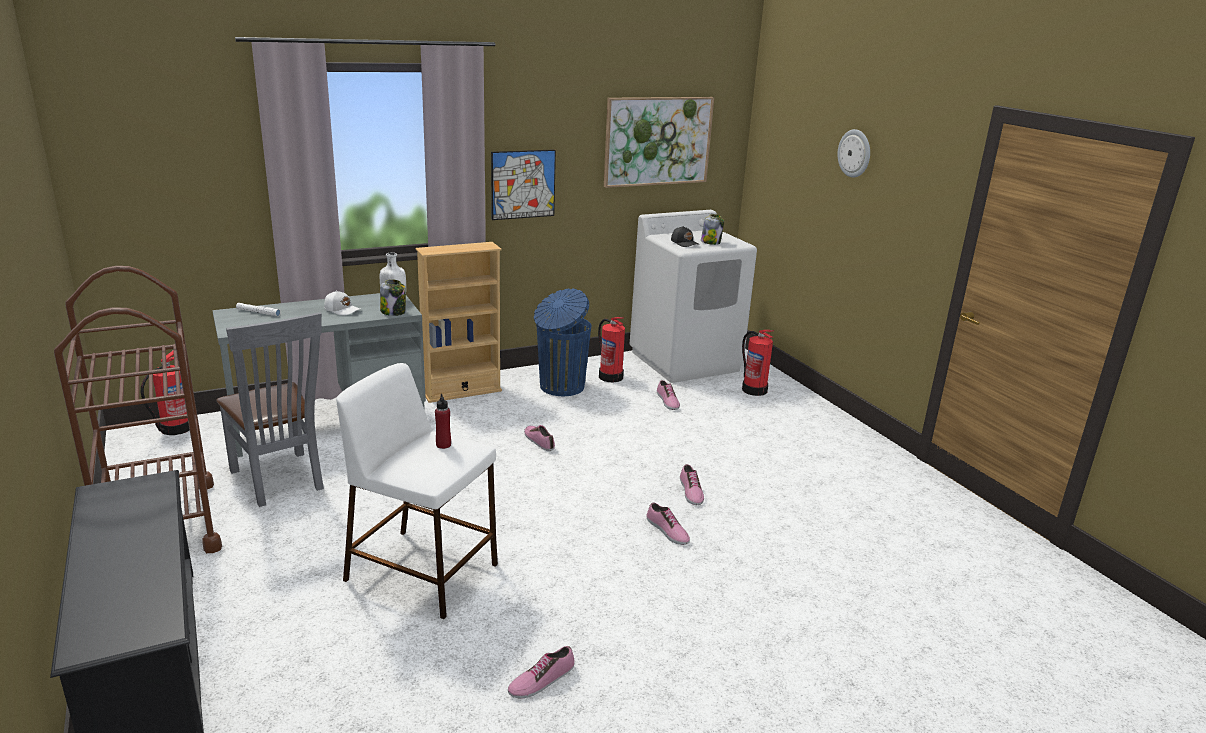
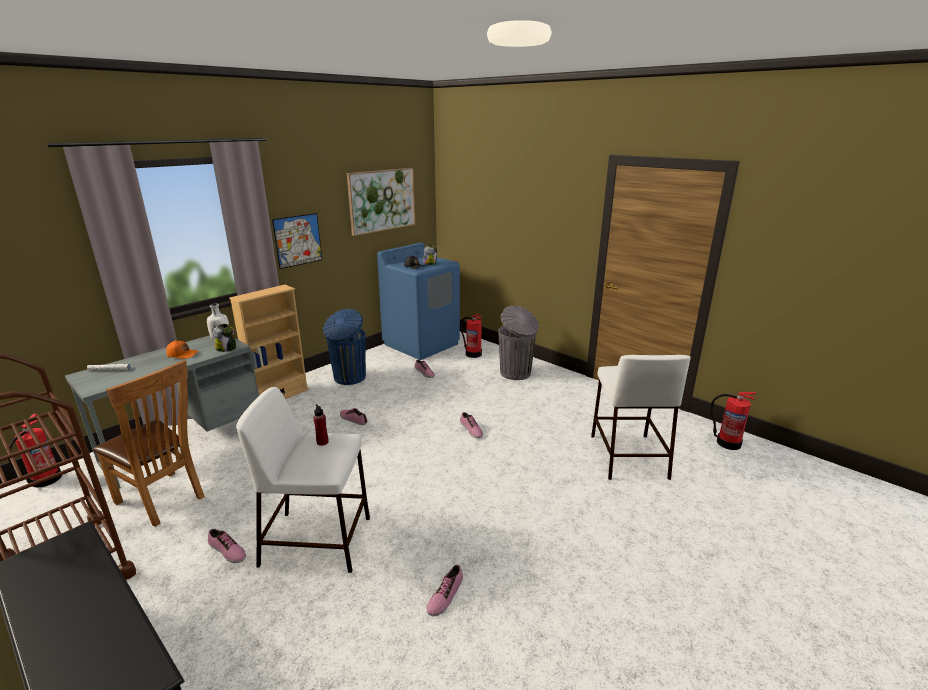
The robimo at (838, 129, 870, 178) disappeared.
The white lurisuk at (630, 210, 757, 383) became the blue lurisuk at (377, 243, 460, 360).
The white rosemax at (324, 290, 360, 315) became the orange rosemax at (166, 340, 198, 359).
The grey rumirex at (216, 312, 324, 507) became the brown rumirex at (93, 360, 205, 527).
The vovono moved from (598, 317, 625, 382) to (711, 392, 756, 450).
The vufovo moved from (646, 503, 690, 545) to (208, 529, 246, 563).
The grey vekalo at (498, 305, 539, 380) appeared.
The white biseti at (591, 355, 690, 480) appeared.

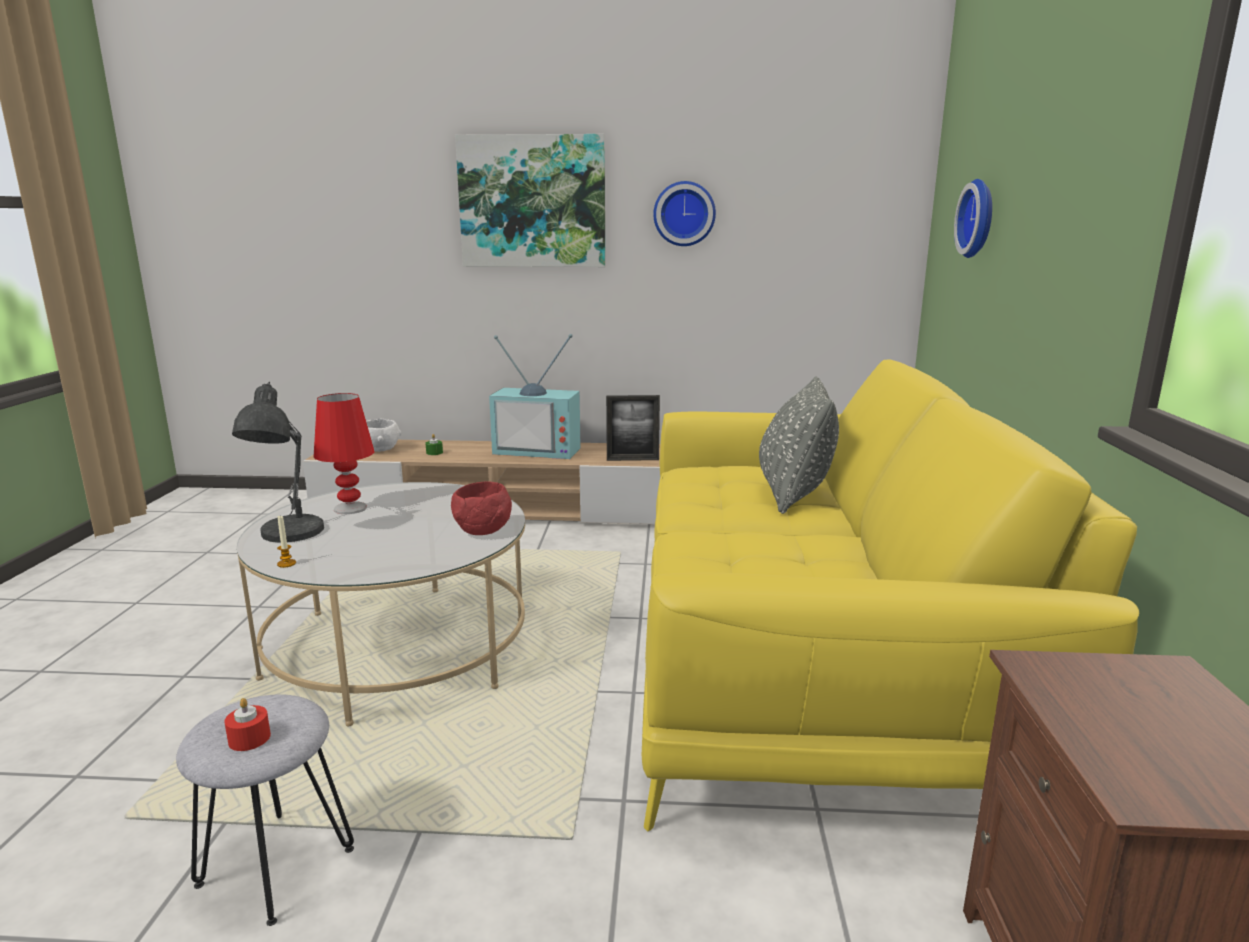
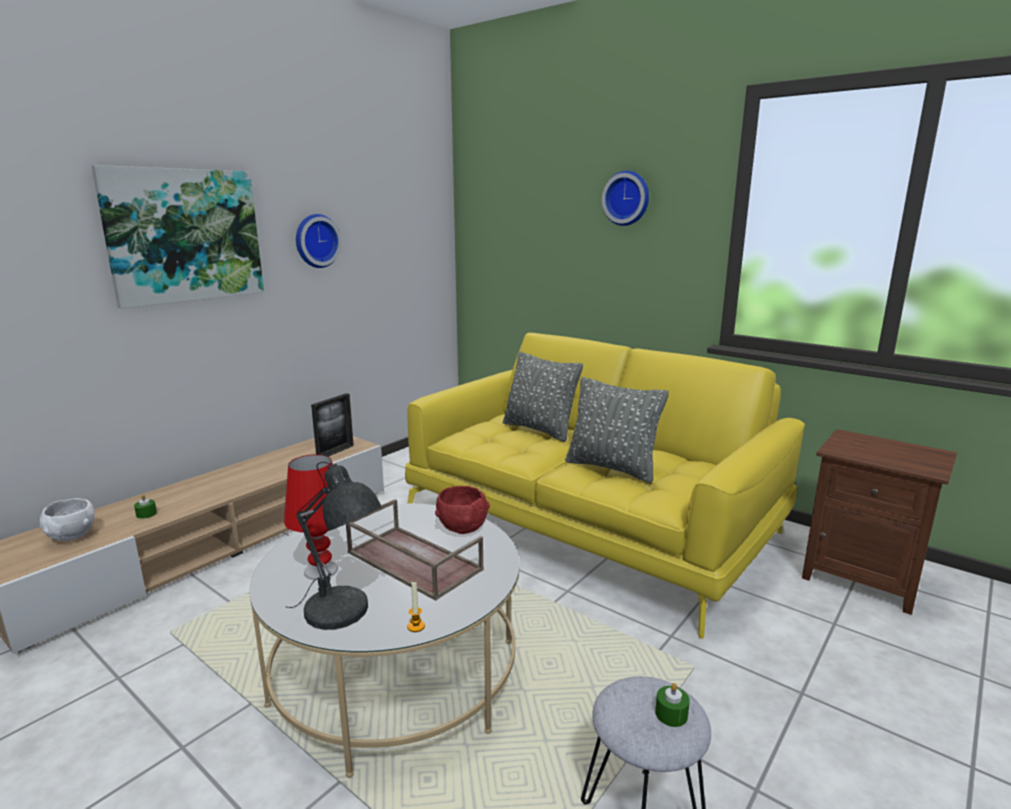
The robimo moved from (954, 179, 992, 258) to (602, 171, 649, 226).
The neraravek at (489, 334, 581, 459) disappeared.
The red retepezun at (224, 698, 271, 751) became the green retepezun at (655, 683, 690, 727).
The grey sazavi at (565, 377, 669, 483) appeared.
The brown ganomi at (346, 499, 484, 601) appeared.

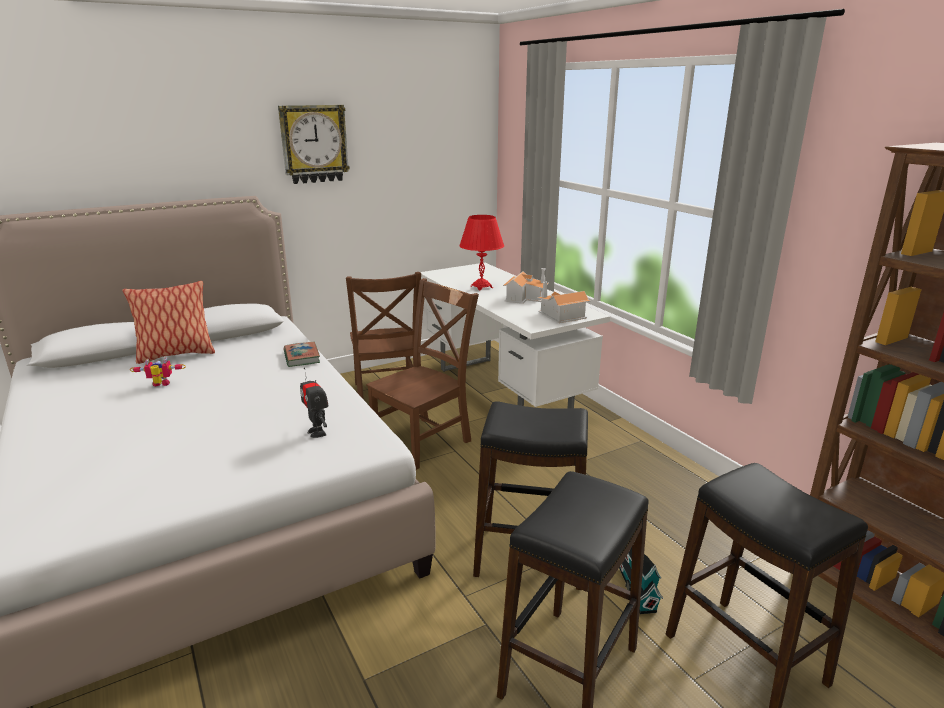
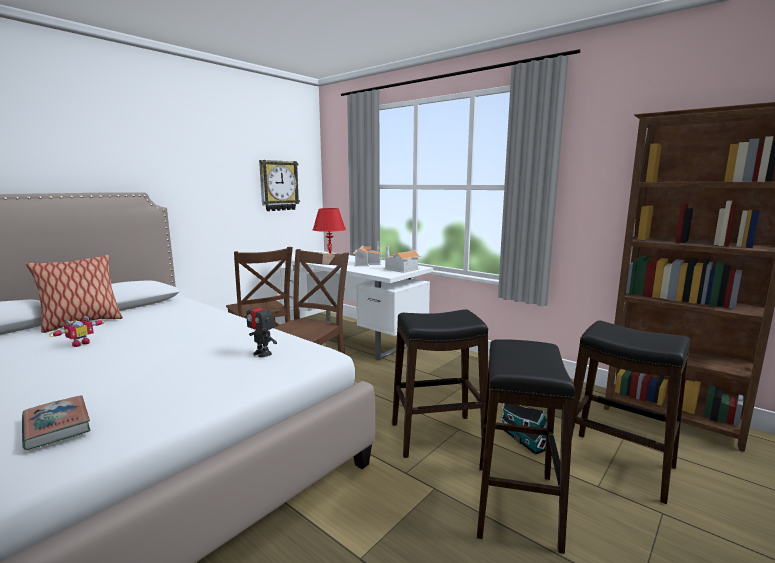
The robimo moved from (278, 105, 350, 184) to (259, 160, 300, 211).
The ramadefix moved from (284, 342, 320, 367) to (22, 395, 90, 451).
The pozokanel at (130, 357, 186, 386) turned 150 degrees clockwise.

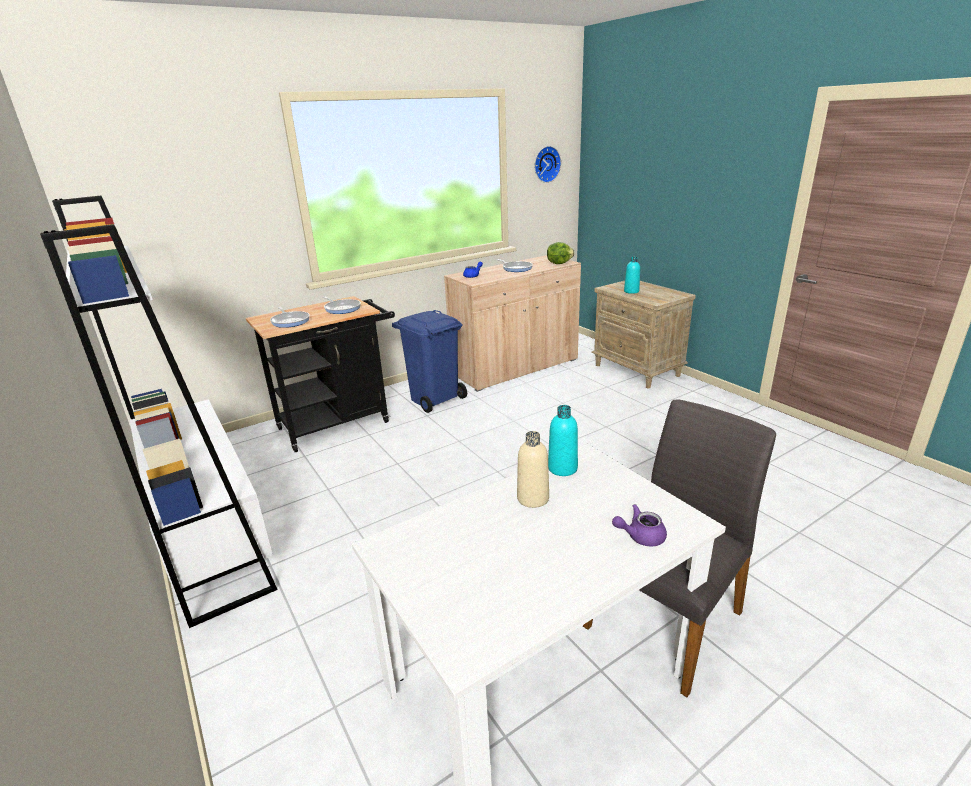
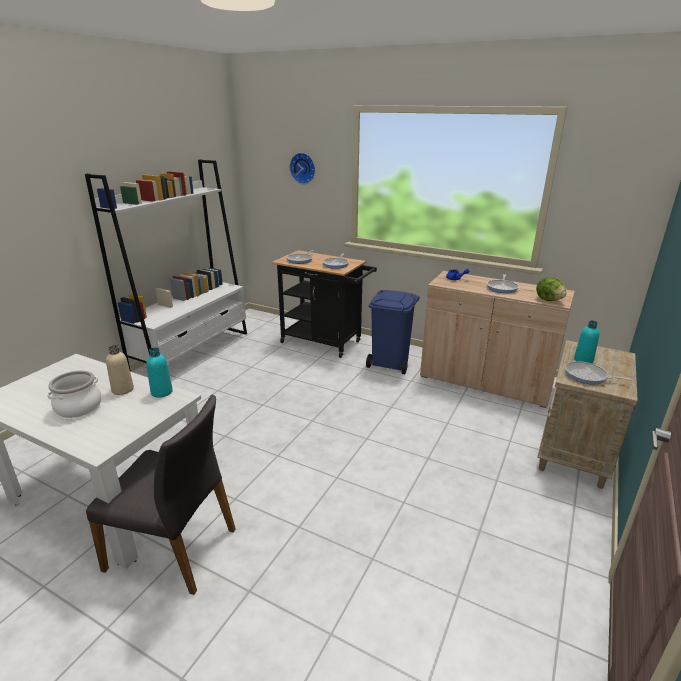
The robimo moved from (534, 146, 561, 183) to (290, 153, 315, 184).
The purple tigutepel at (612, 504, 667, 547) disappeared.
The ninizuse at (565, 361, 632, 384) appeared.
The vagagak at (47, 370, 102, 418) appeared.

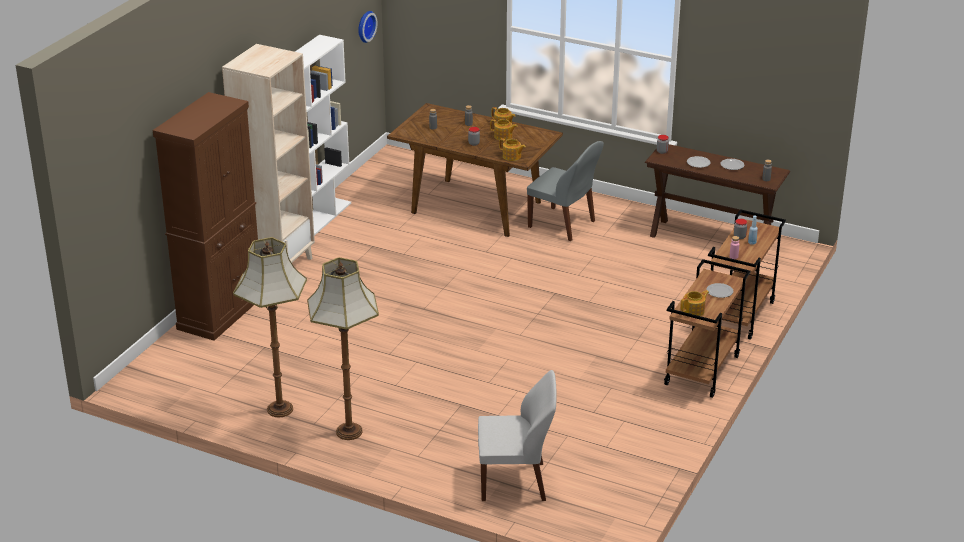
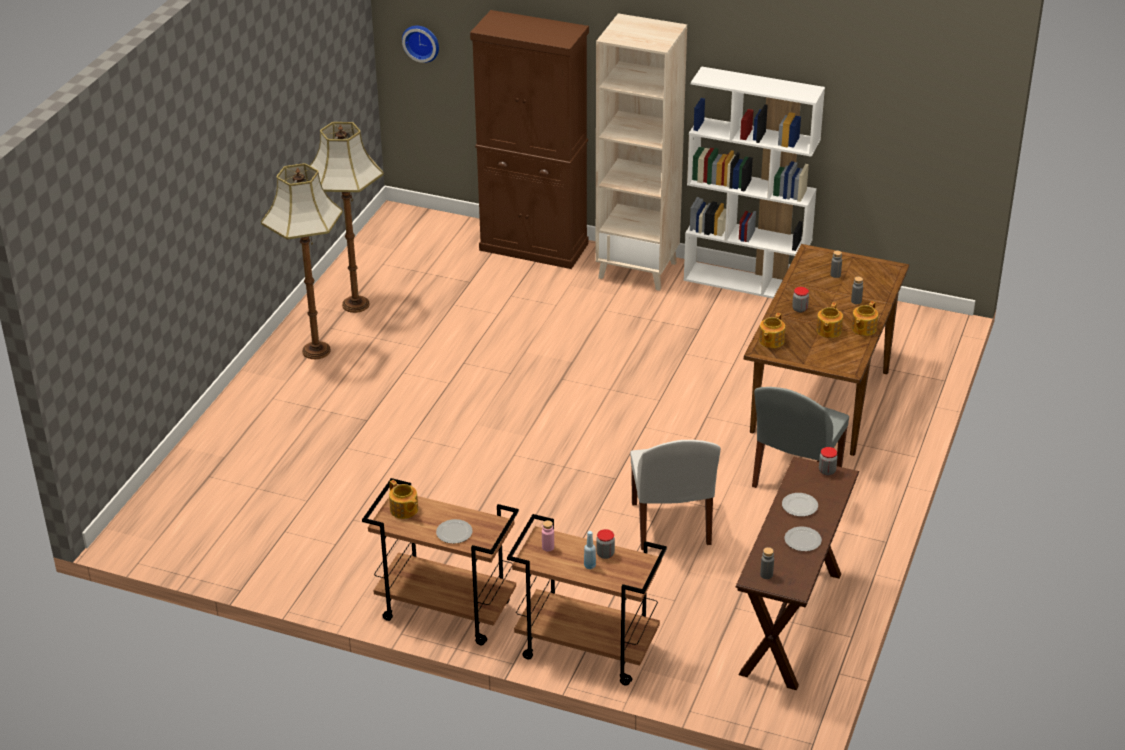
The robimo moved from (358, 11, 378, 43) to (402, 25, 439, 63).
The white rumirex moved from (478, 370, 557, 501) to (630, 440, 721, 550).

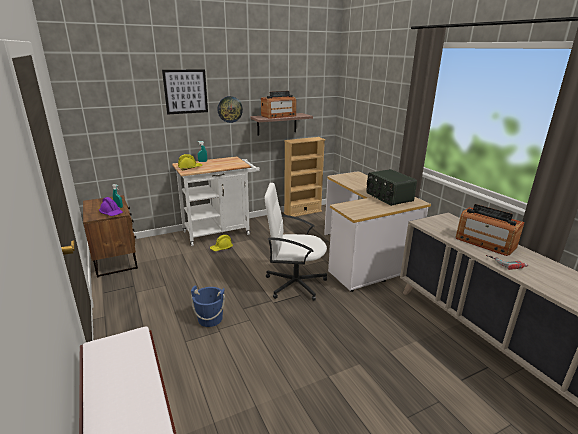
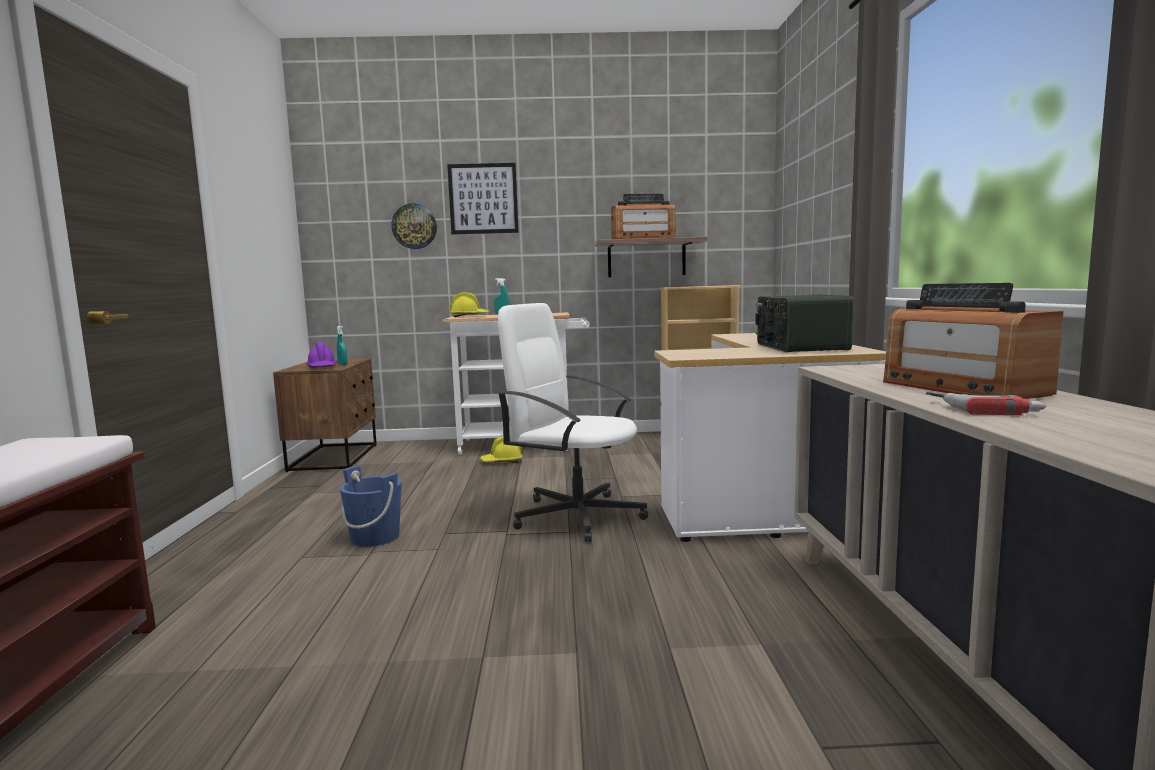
The robimo moved from (218, 96, 243, 123) to (391, 203, 437, 249).

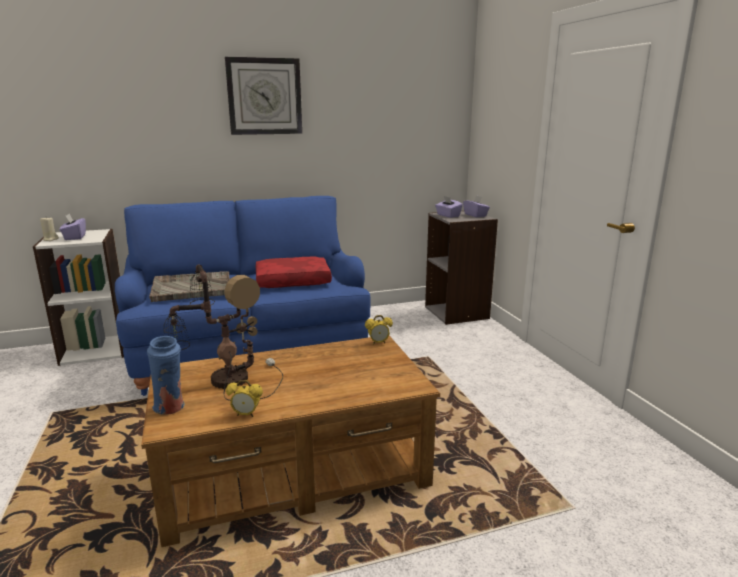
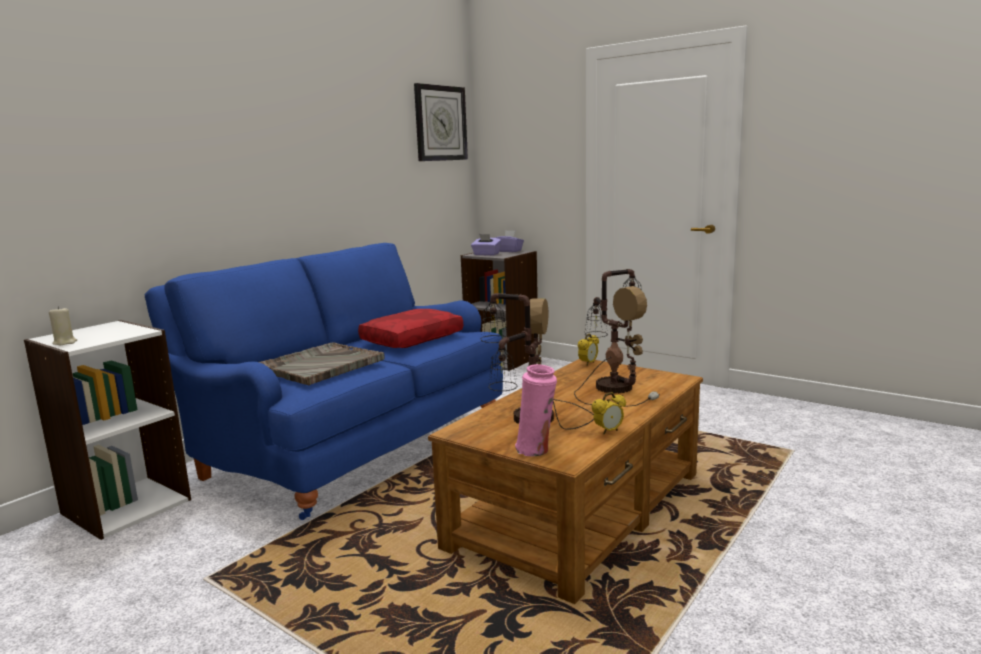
The robimo moved from (225, 57, 302, 135) to (414, 83, 468, 161).
The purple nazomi at (60, 214, 86, 240) disappeared.
The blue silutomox at (147, 336, 185, 415) became the pink silutomox at (515, 364, 557, 456).
The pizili at (574, 269, 660, 407) appeared.

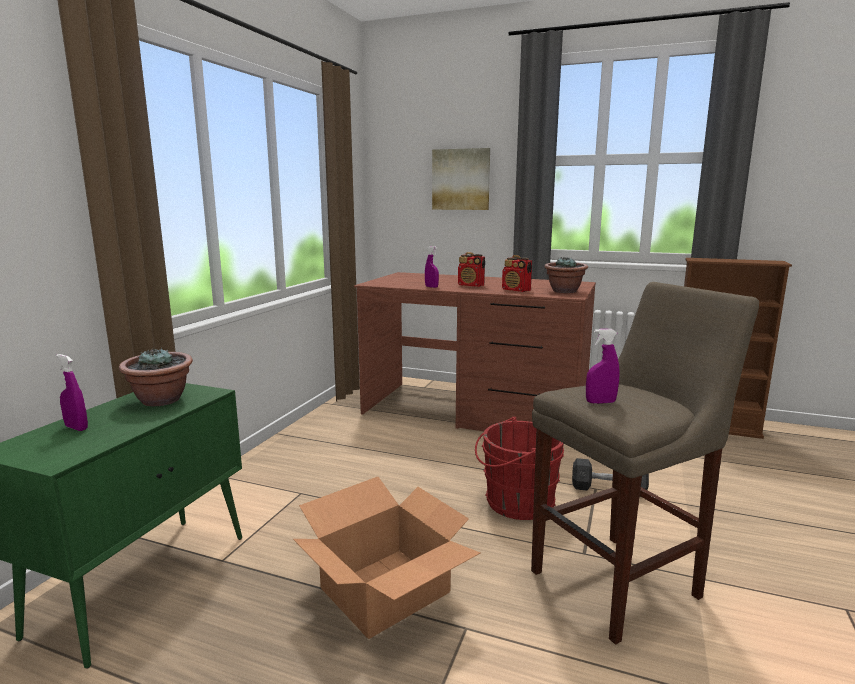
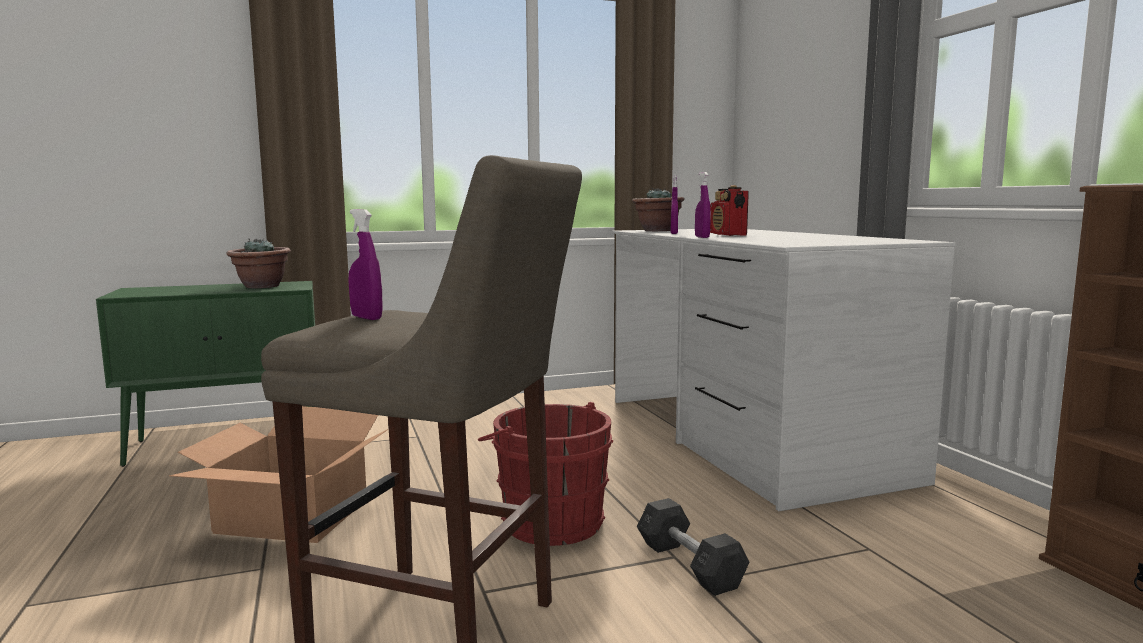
The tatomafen at (432, 148, 490, 210) disappeared.
The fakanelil at (502, 255, 532, 292) disappeared.
The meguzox moved from (544, 257, 588, 293) to (632, 188, 684, 231).
The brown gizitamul at (354, 272, 596, 431) became the white gizitamul at (612, 229, 955, 511).
The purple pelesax moved from (56, 354, 88, 431) to (695, 172, 711, 238).

